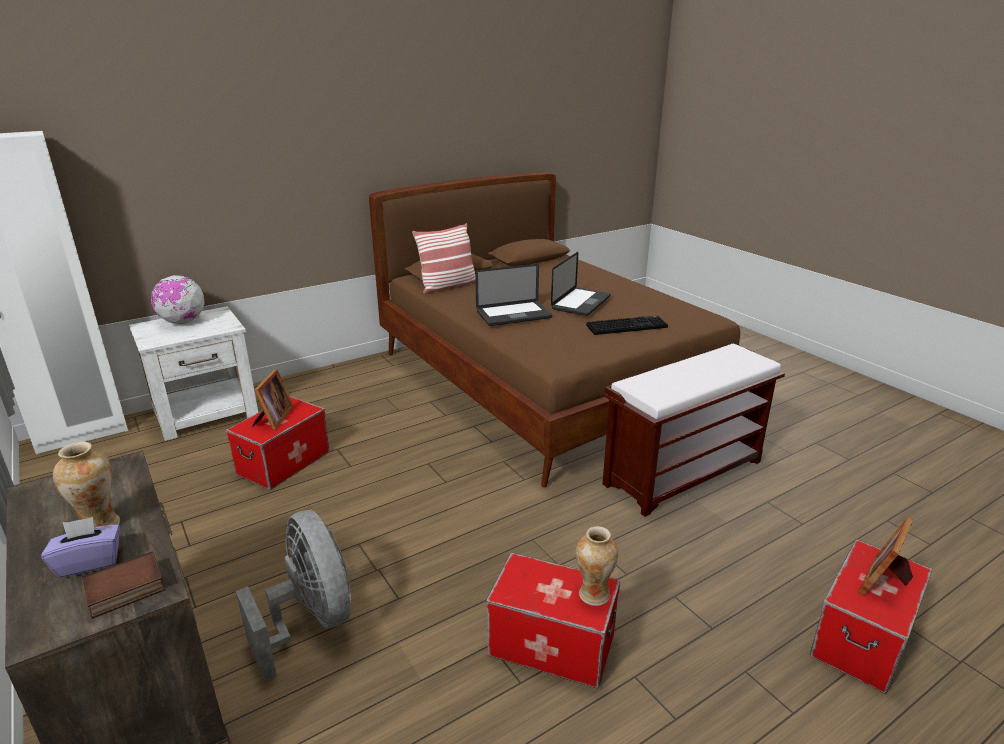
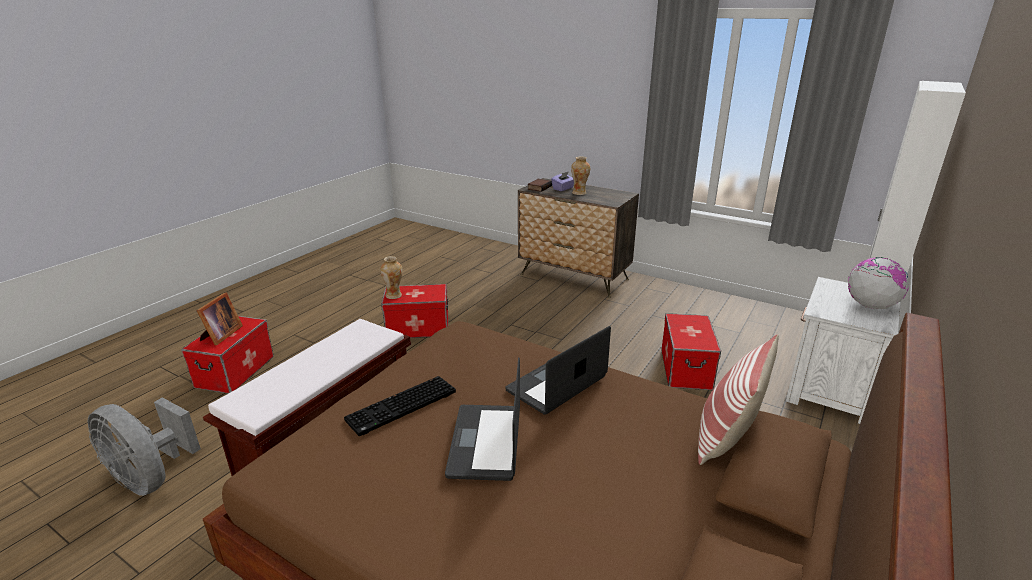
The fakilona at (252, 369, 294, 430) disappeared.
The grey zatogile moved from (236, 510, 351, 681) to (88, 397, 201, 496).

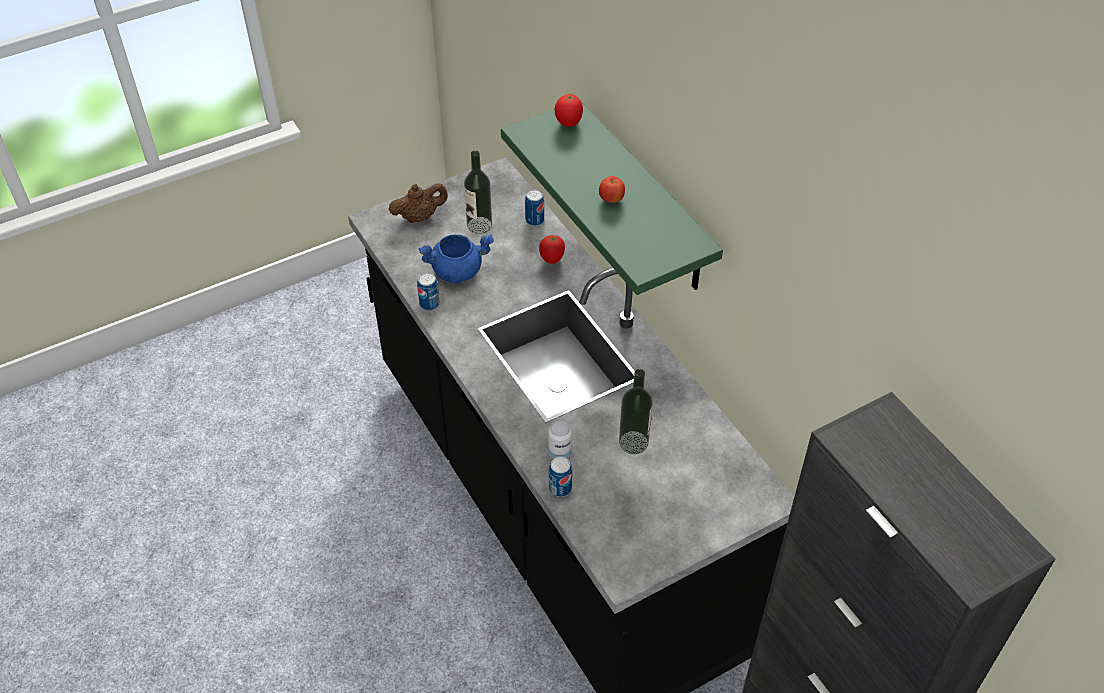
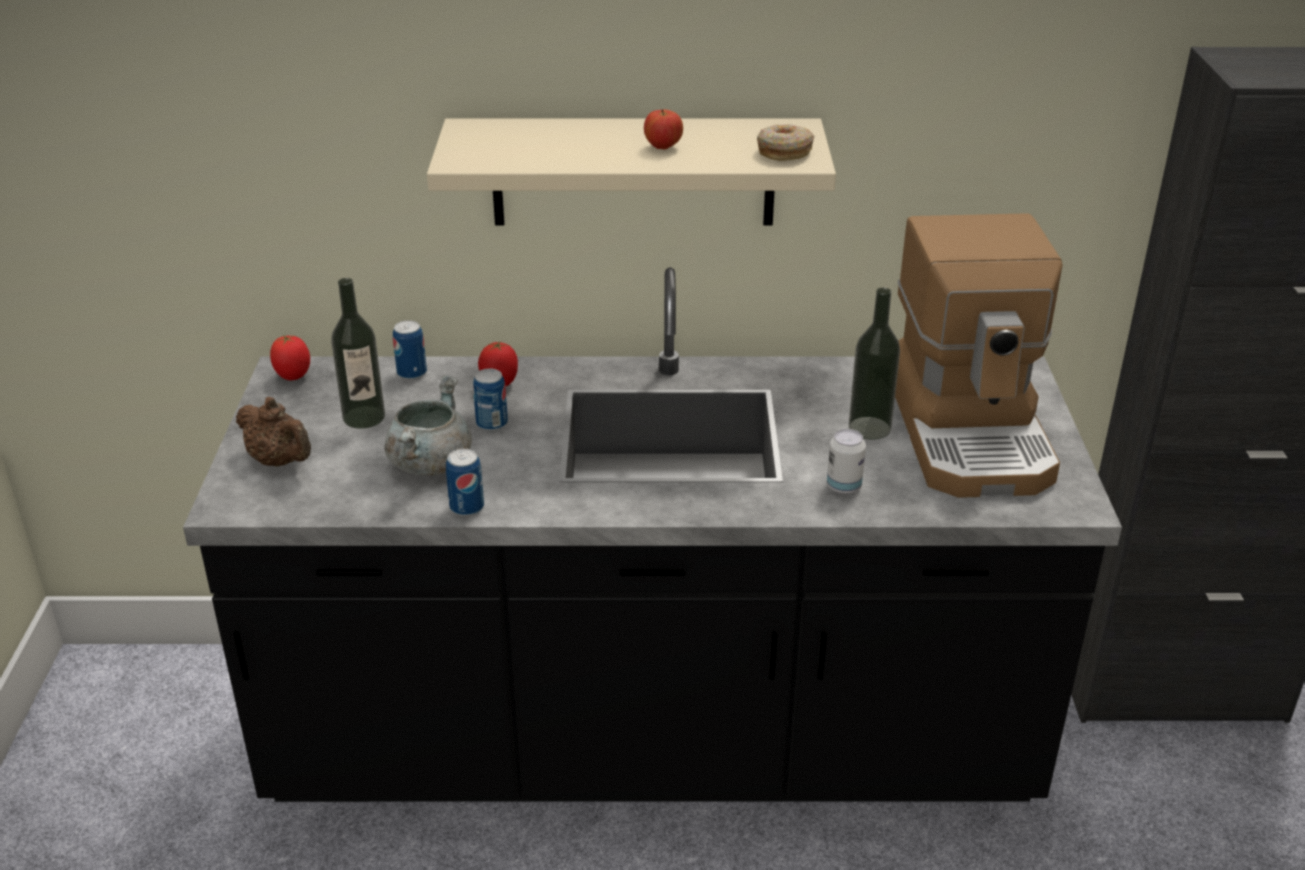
The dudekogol moved from (555, 94, 583, 127) to (270, 335, 310, 380).
The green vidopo at (501, 103, 723, 295) became the beige vidopo at (427, 119, 836, 225).
The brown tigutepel at (389, 183, 448, 223) turned 120 degrees clockwise.
The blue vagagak at (419, 234, 494, 283) became the grey vagagak at (385, 375, 472, 476).
The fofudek moved from (549, 457, 572, 497) to (473, 369, 508, 431).
The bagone at (757, 124, 815, 161) appeared.
The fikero at (895, 213, 1062, 498) appeared.

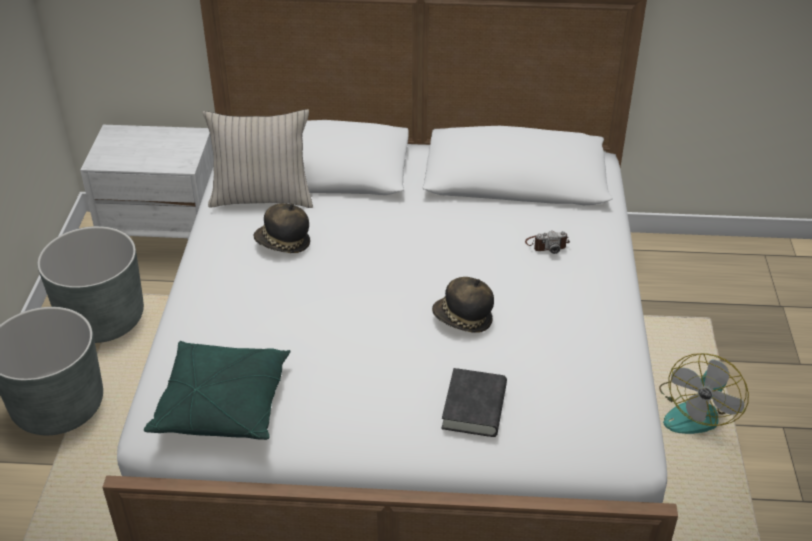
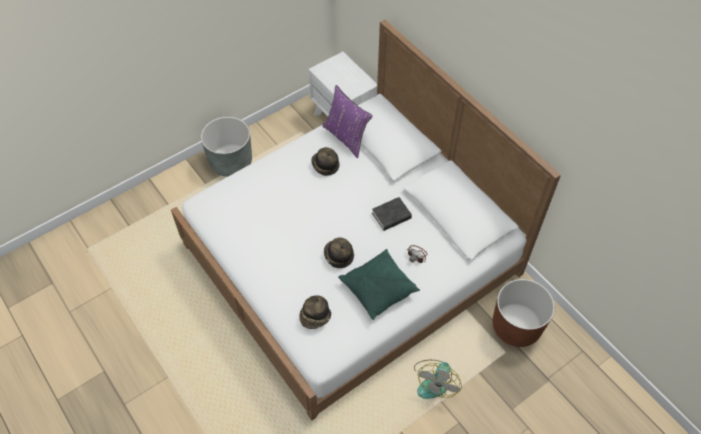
The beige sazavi at (203, 109, 313, 208) became the purple sazavi at (323, 85, 373, 158).
The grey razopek at (37, 226, 144, 343) disappeared.
The green sazavi moved from (144, 341, 291, 440) to (338, 249, 420, 320).
The zatogile at (659, 353, 749, 434) turned 60 degrees counterclockwise.
The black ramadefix moved from (441, 368, 507, 437) to (372, 197, 412, 231).
The brown razopek at (493, 279, 555, 347) appeared.
The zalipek at (299, 296, 331, 329) appeared.

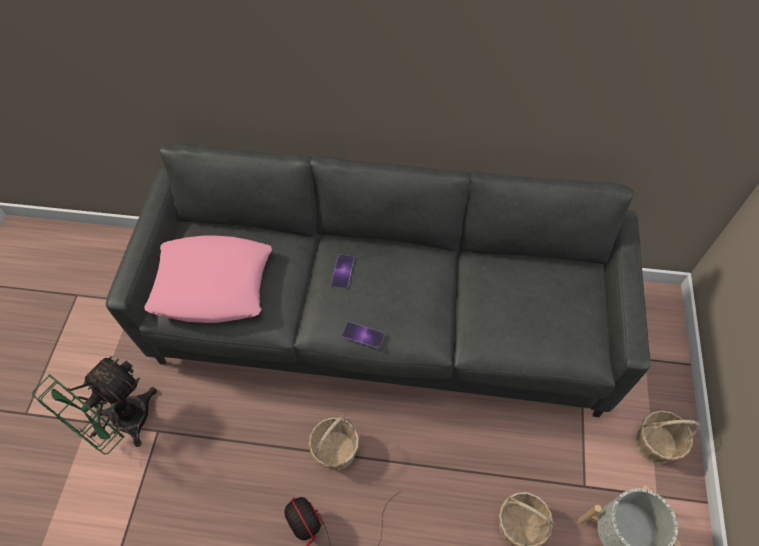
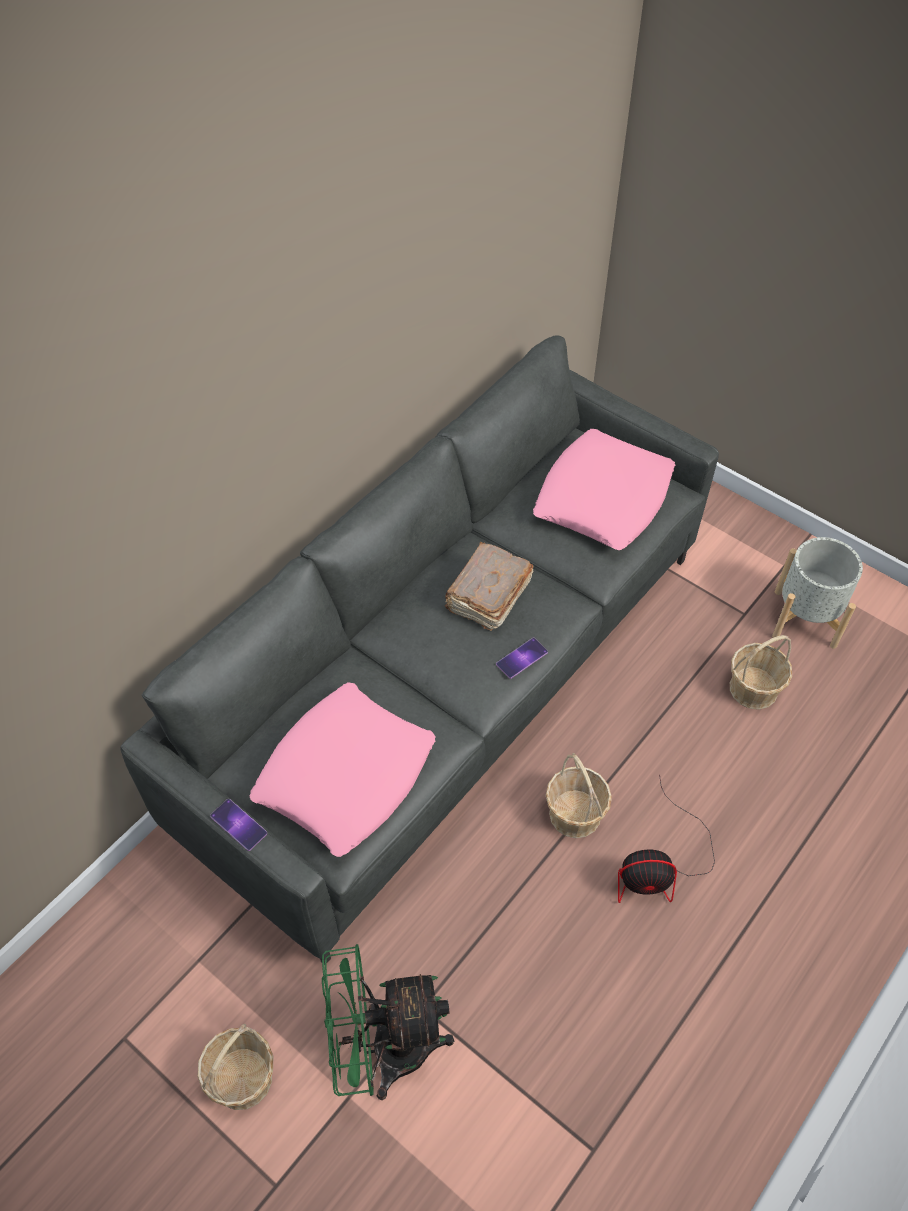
The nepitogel moved from (331, 254, 354, 289) to (210, 799, 267, 851).
The green zatogile at (32, 356, 157, 454) turned 105 degrees clockwise.
The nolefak moved from (636, 410, 699, 464) to (197, 1024, 274, 1110).
The pink sazavi at (533, 429, 676, 550) appeared.
The brown ramadefix at (445, 542, 533, 631) appeared.

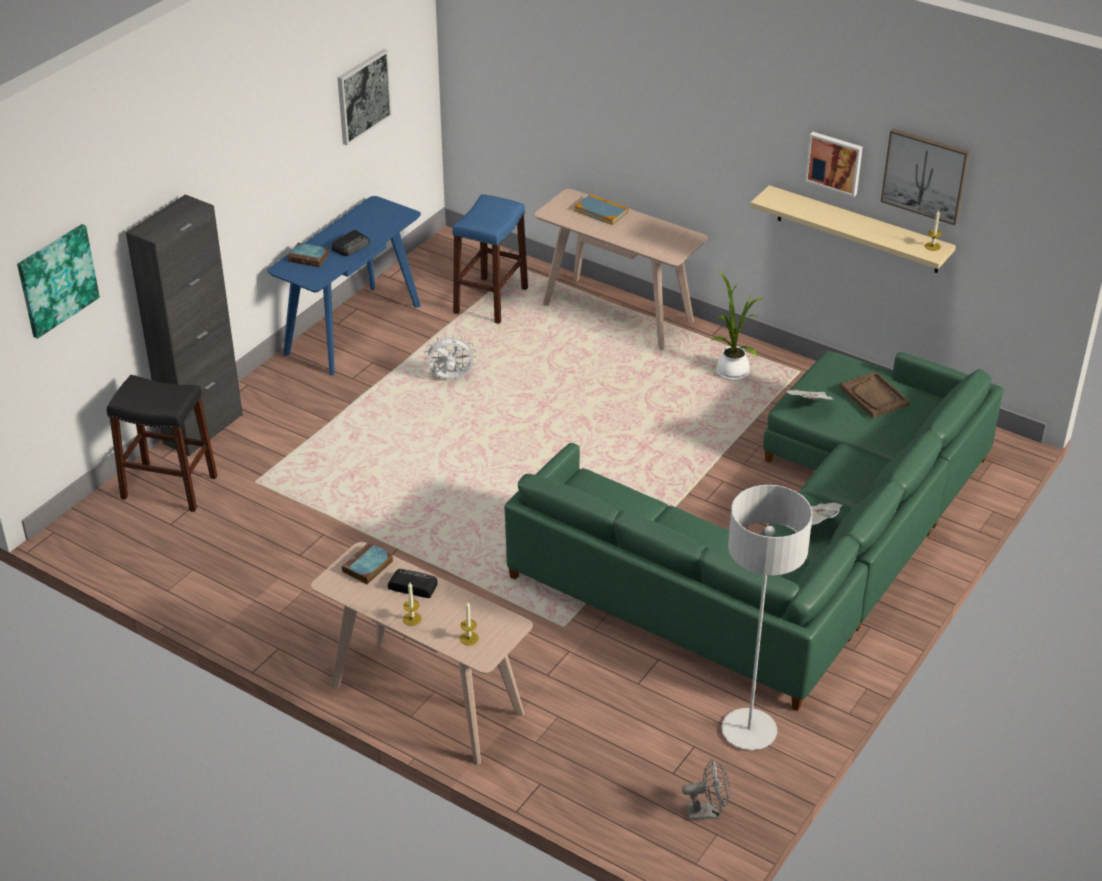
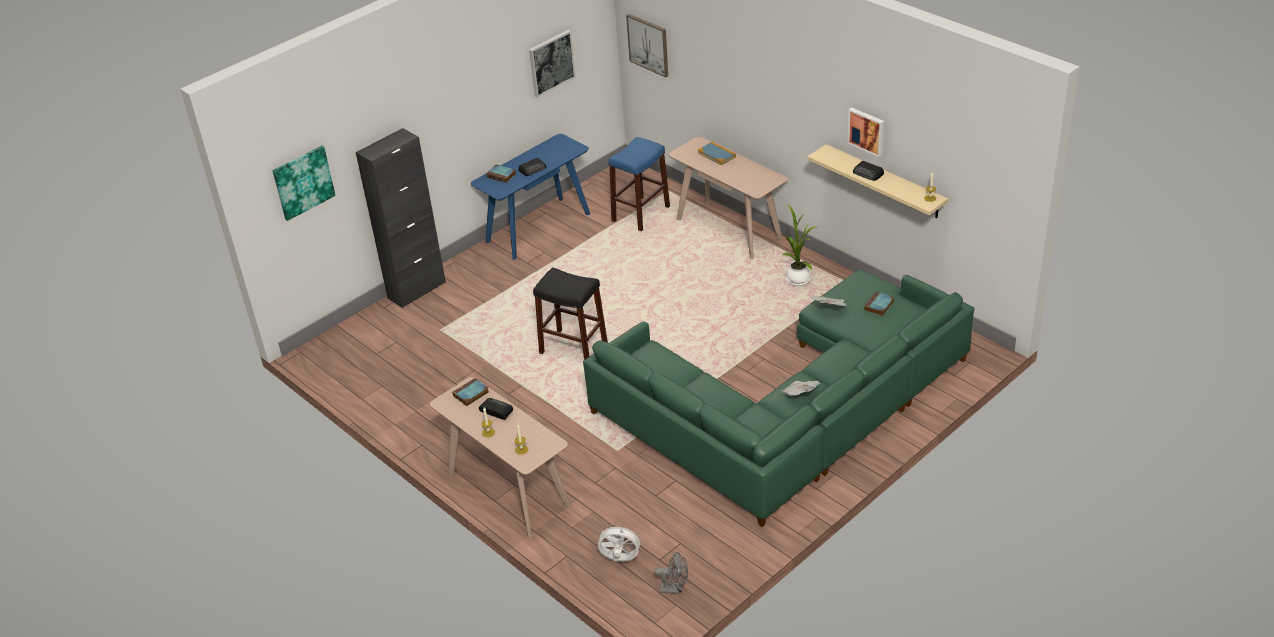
The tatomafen moved from (881, 129, 969, 225) to (626, 14, 668, 77).
The white zatogile moved from (424, 333, 476, 380) to (597, 524, 643, 562).
The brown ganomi at (840, 372, 909, 418) was replaced by the ramadefix at (864, 292, 894, 316).
The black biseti moved from (107, 375, 217, 512) to (533, 267, 608, 360).
The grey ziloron at (722, 485, 812, 750) disappeared.
The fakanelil at (853, 161, 884, 181) appeared.

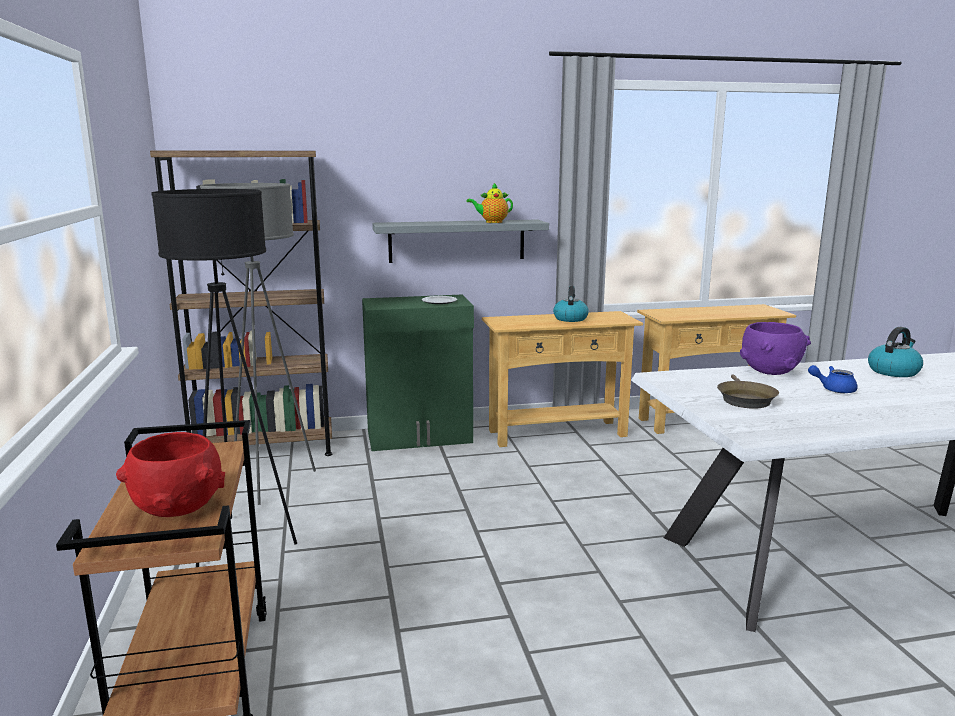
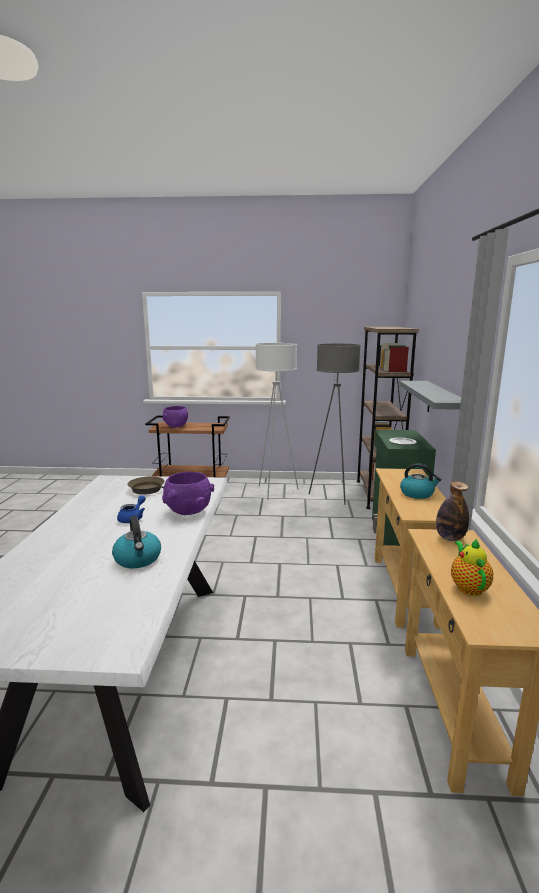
The tigutepel moved from (467, 183, 513, 223) to (451, 539, 493, 596).
The black ziloron at (151, 189, 297, 567) became the white ziloron at (255, 343, 299, 500).
The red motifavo at (116, 432, 225, 517) became the purple motifavo at (162, 406, 188, 428).
The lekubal at (436, 481, 469, 541) appeared.

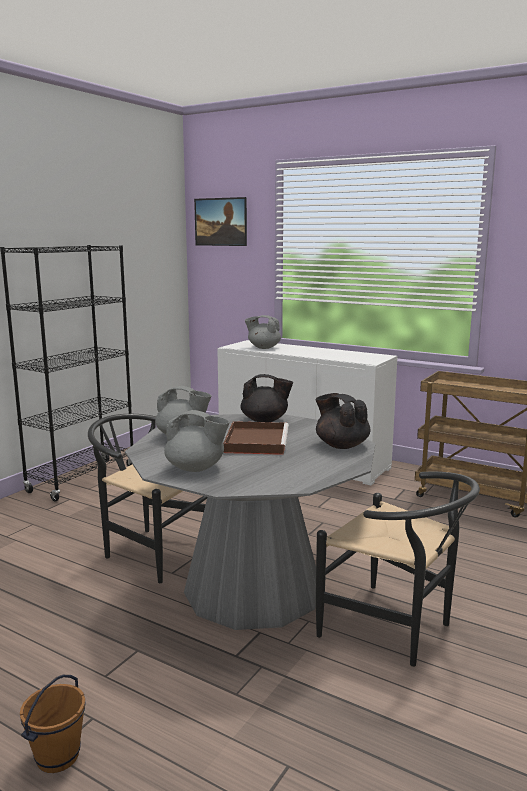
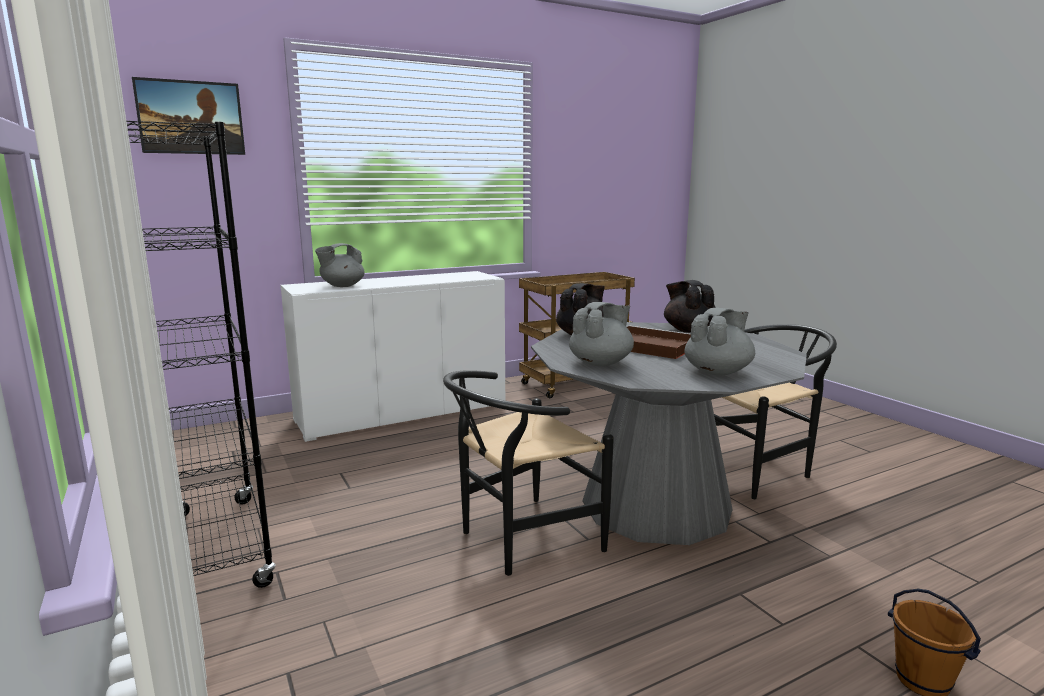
The black tigutepel at (315, 393, 370, 449) turned 75 degrees clockwise.

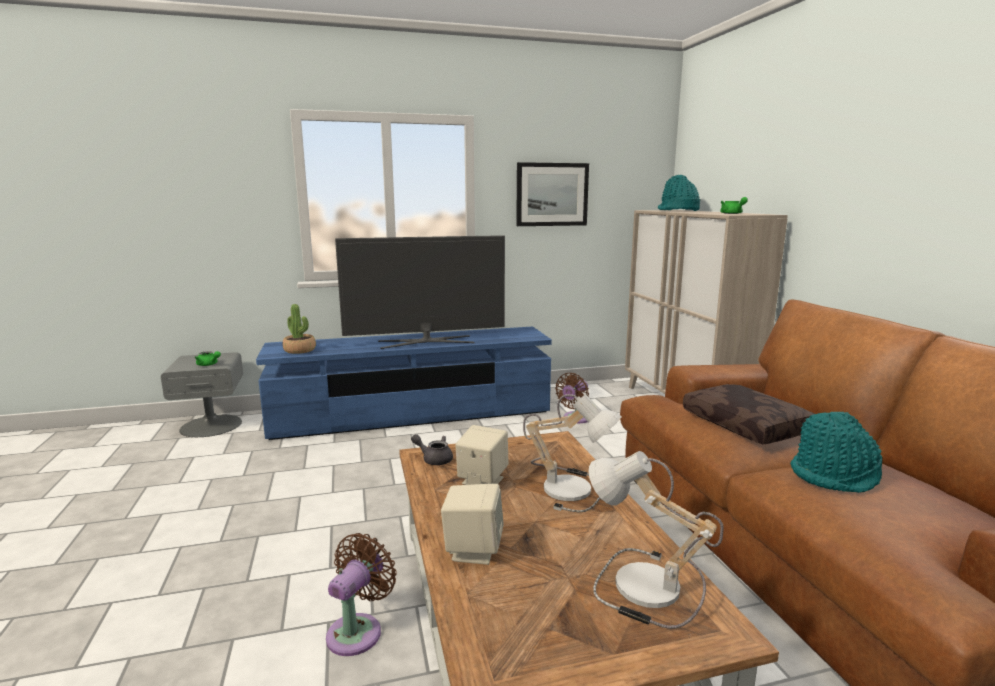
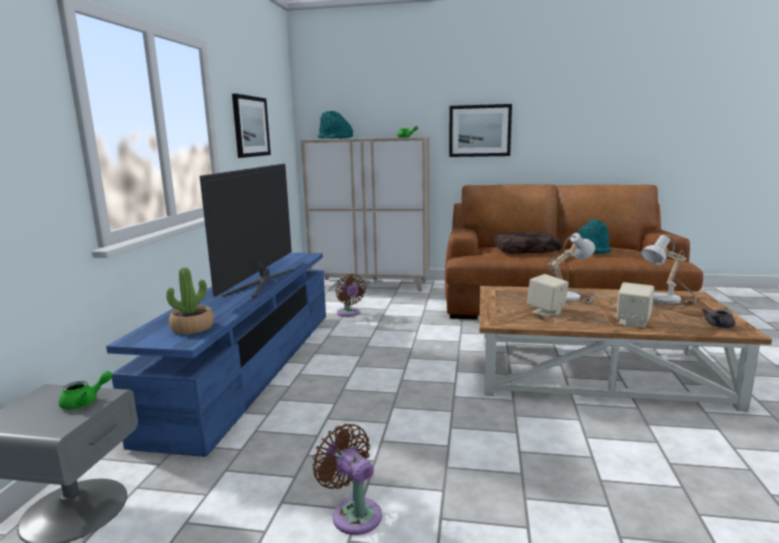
The grey tigutepel moved from (411, 434, 453, 465) to (702, 308, 735, 328).
The brown zatogile moved from (326, 533, 397, 656) to (312, 424, 382, 535).
The tatomafen at (449, 104, 512, 157) appeared.

